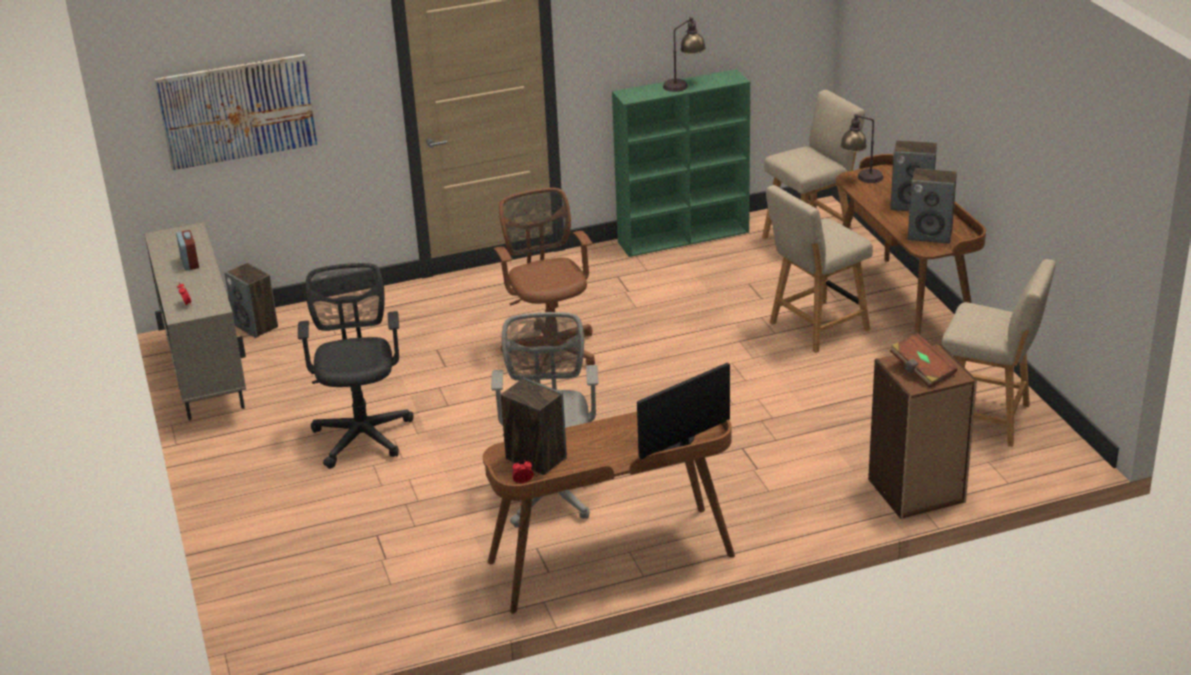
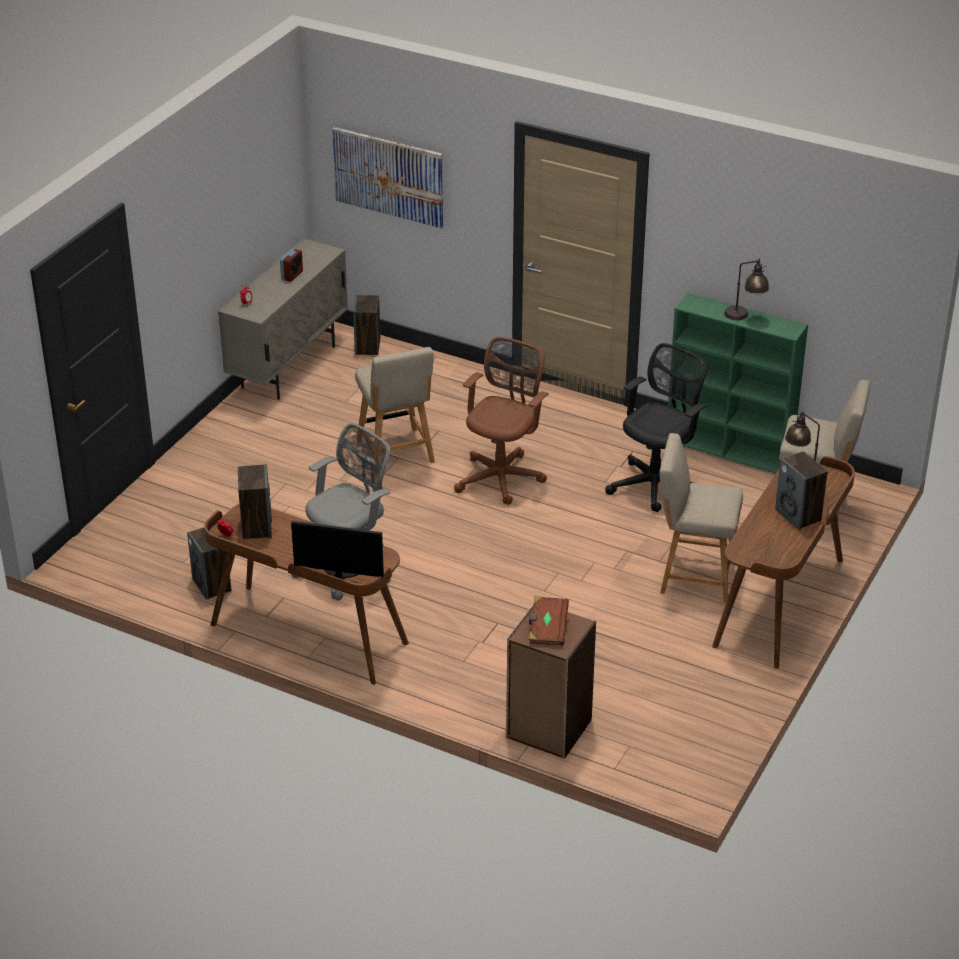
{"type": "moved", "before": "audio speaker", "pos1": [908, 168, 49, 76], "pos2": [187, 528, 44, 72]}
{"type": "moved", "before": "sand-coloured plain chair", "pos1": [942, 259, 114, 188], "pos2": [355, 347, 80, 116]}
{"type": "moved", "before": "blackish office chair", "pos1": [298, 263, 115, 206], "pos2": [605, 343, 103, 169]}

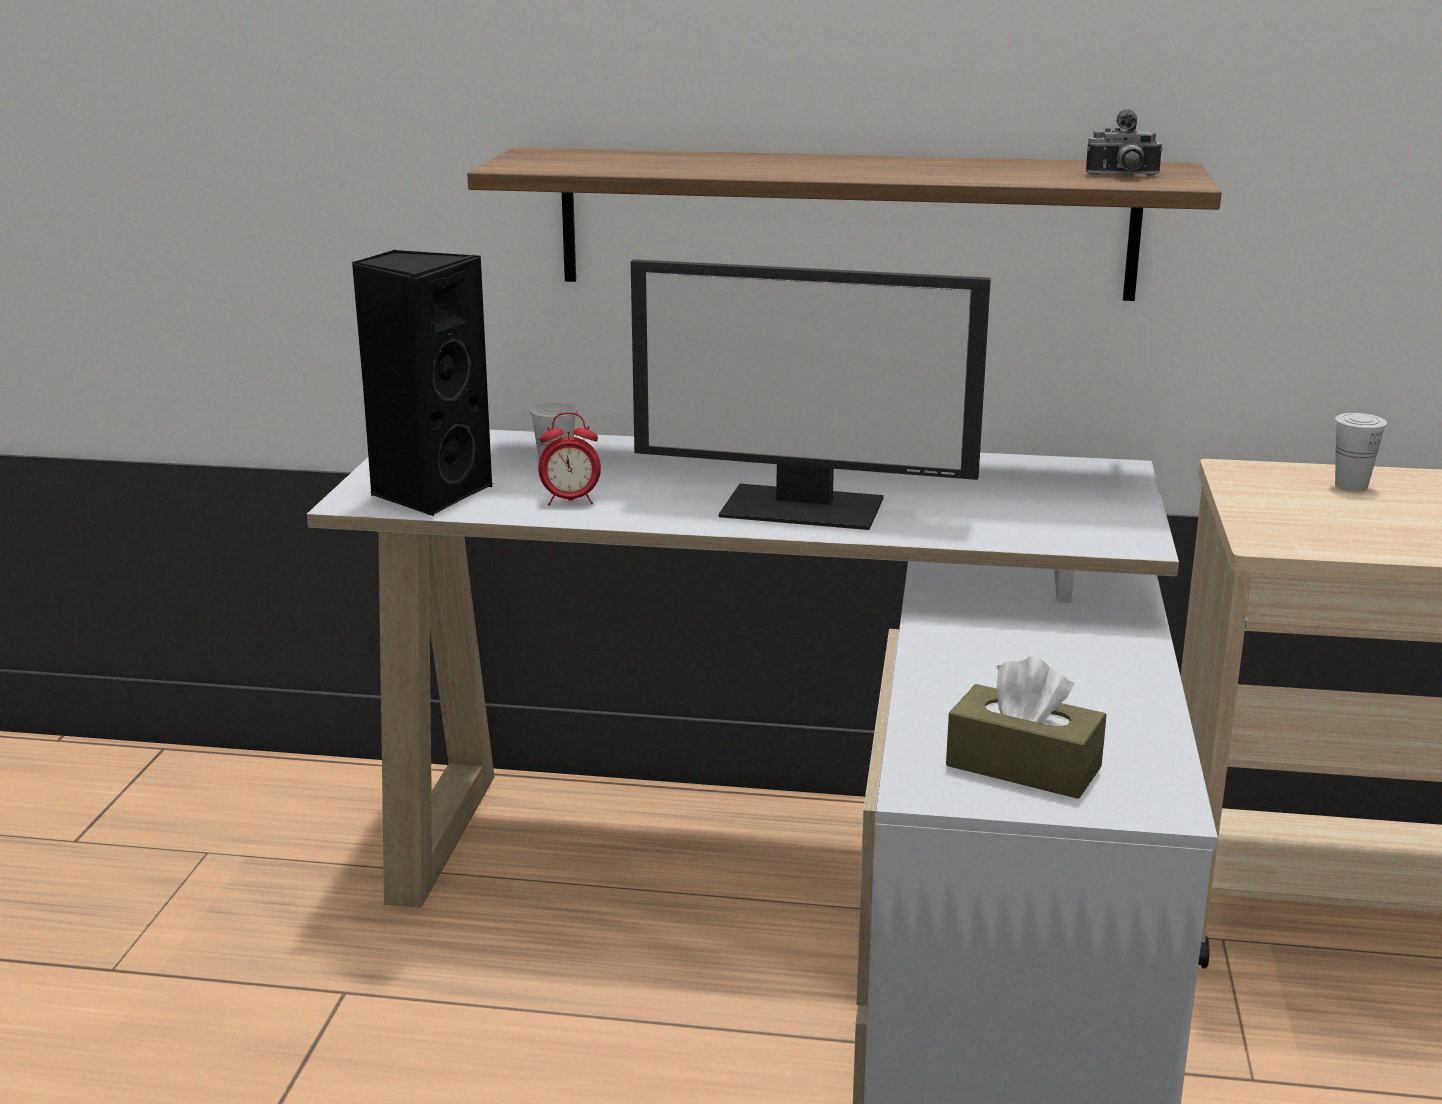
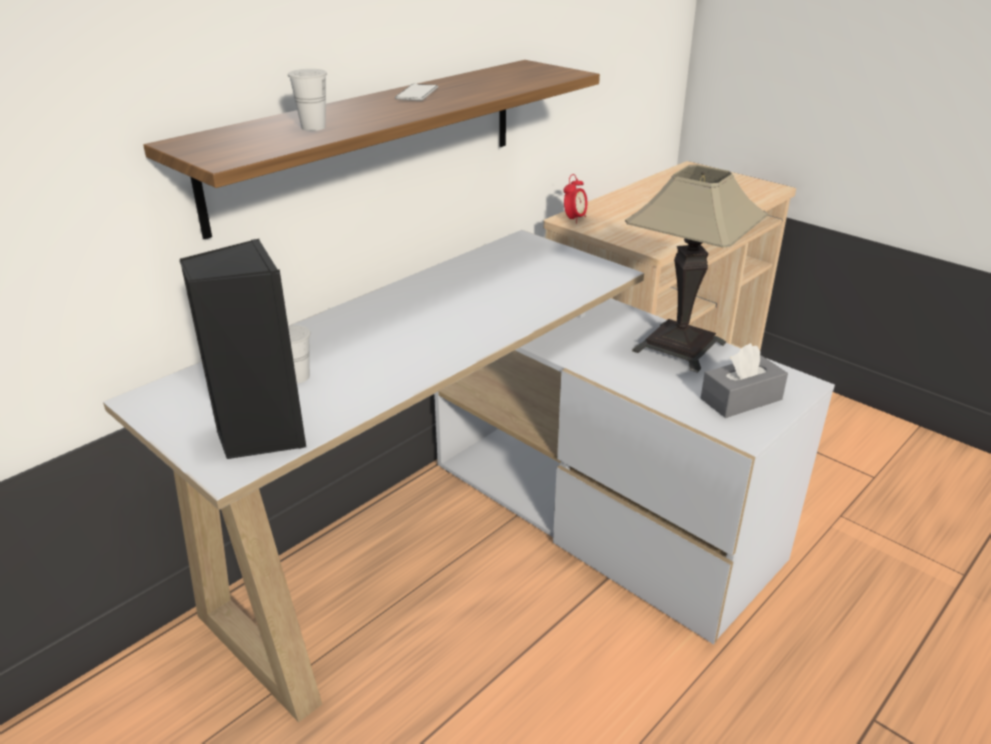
{"type": "removed", "before": "still camera", "pos1": [1086, 109, 77, 67]}
{"type": "removed", "before": "computer screen", "pos1": [631, 259, 360, 271]}
{"type": "moved", "before": "alarm clock", "pos1": [538, 413, 63, 93], "pos2": [563, 174, 24, 50]}
{"type": "moved", "before": "whitish cup", "pos1": [1334, 413, 53, 79], "pos2": [288, 69, 39, 62]}
{"type": "recoloured", "before": "brown box of tissues", "after": "gray box of tissues", "pos1": [946, 657, 160, 142], "pos2": [700, 343, 88, 75]}
{"type": "added", "after": "phone", "pos2": [395, 84, 43, 17]}
{"type": "added", "after": "table lamp", "pos2": [625, 164, 143, 209]}

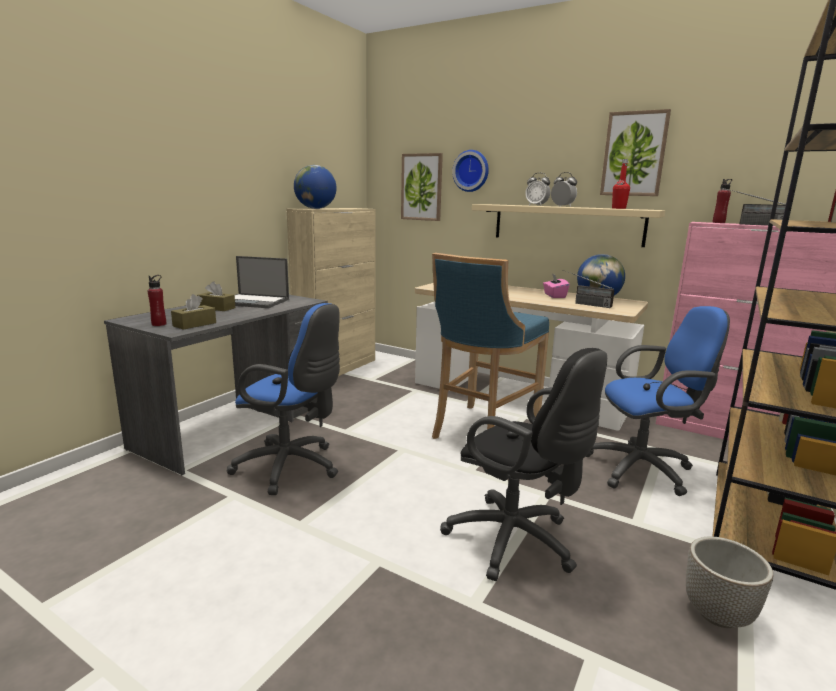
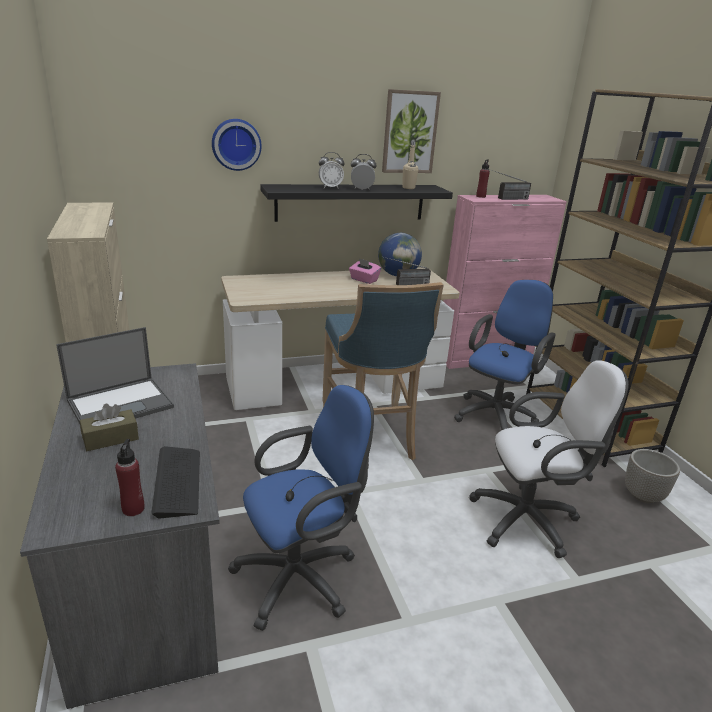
{"type": "removed", "before": "wall art", "pos1": [401, 153, 42, 68]}
{"type": "recoloured", "before": "red beverage bottle", "after": "sand-coloured beverage bottle", "pos1": [612, 159, 18, 50], "pos2": [403, 140, 15, 49]}
{"type": "removed", "before": "desk globe", "pos1": [294, 165, 43, 44]}
{"type": "recoloured", "before": "sand-coloured shelf", "after": "blackish shelf", "pos1": [472, 204, 193, 43], "pos2": [260, 184, 193, 38]}
{"type": "replaced", "before": "brown box of tissues", "after": "keyboard", "pos1": [171, 294, 45, 36], "pos2": [151, 446, 49, 73]}
{"type": "recoloured", "before": "blackish office chair", "after": "whitish office chair", "pos1": [440, 348, 167, 233], "pos2": [469, 360, 160, 198]}

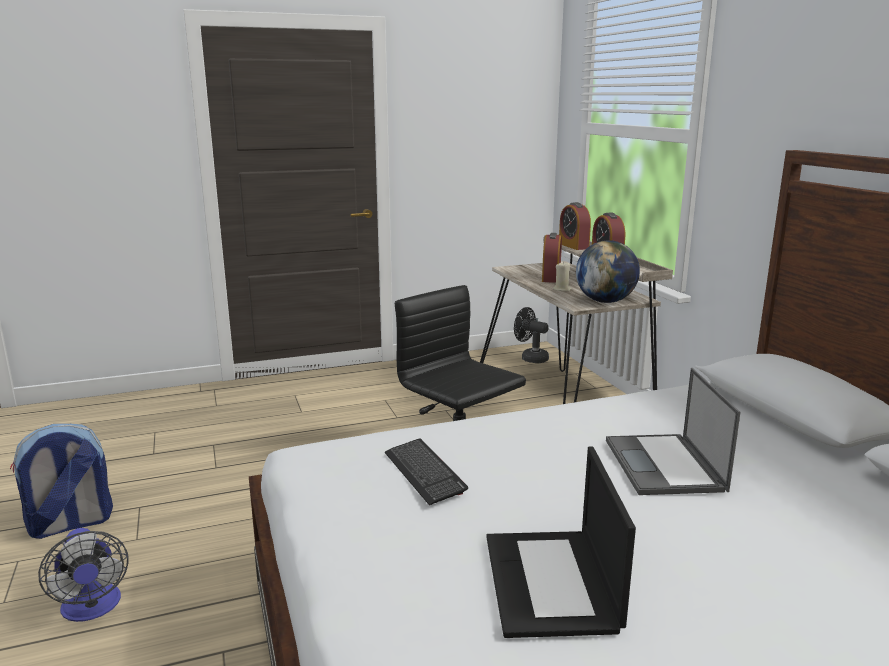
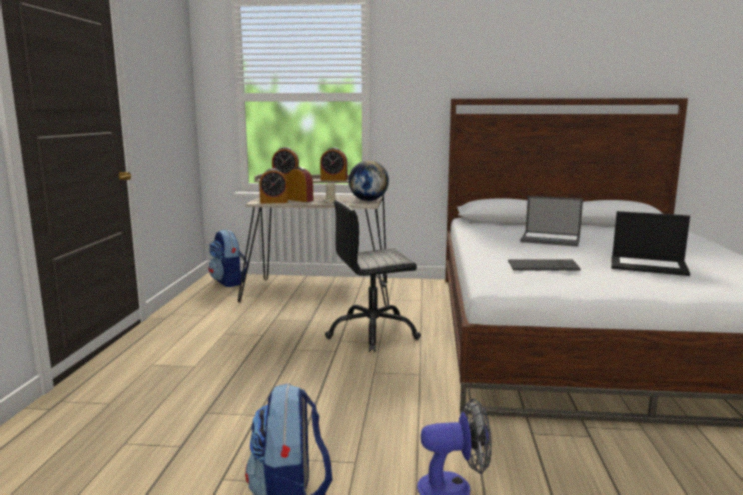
{"type": "replaced", "before": "blackish cooling fan", "after": "knapsack", "pos1": [514, 307, 35, 56], "pos2": [208, 230, 40, 57]}
{"type": "added", "after": "alarm clock", "pos2": [259, 168, 29, 36]}

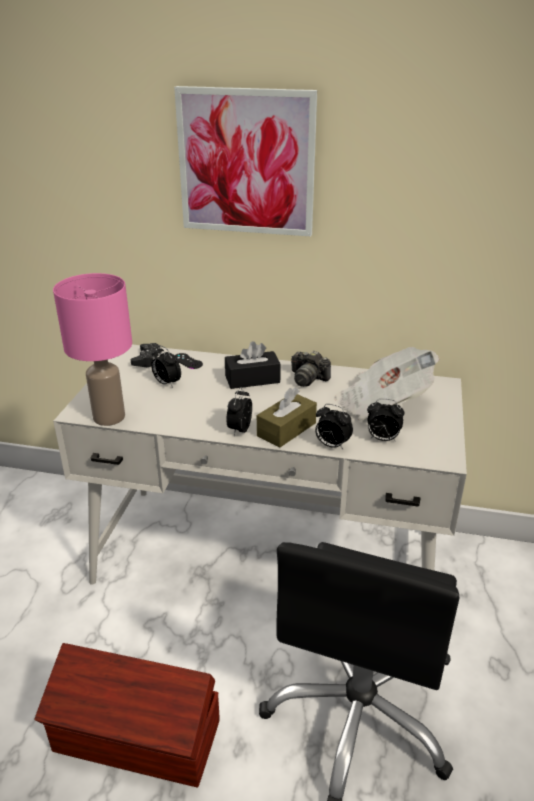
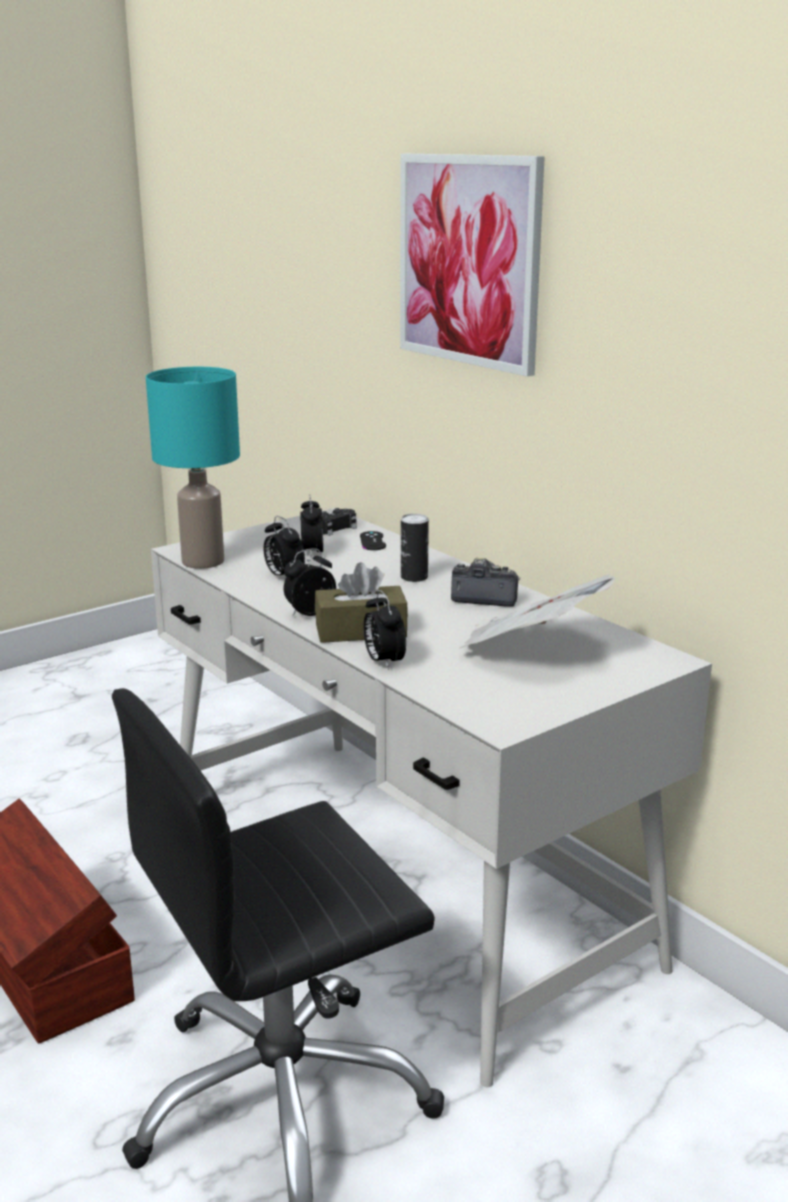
{"type": "recoloured", "before": "pink-coloured table lamp", "after": "turquoise-coloured table lamp", "pos1": [53, 273, 79, 153], "pos2": [146, 367, 94, 202]}
{"type": "replaced", "before": "blackish box of tissues", "after": "can", "pos1": [225, 341, 56, 48], "pos2": [401, 514, 28, 68]}
{"type": "turned", "before": "still camera", "pos1": [291, 351, 40, 36], "pos2": [451, 558, 69, 49], "turn": 120}
{"type": "moved", "before": "alarm clock", "pos1": [367, 399, 38, 43], "pos2": [264, 516, 41, 59]}

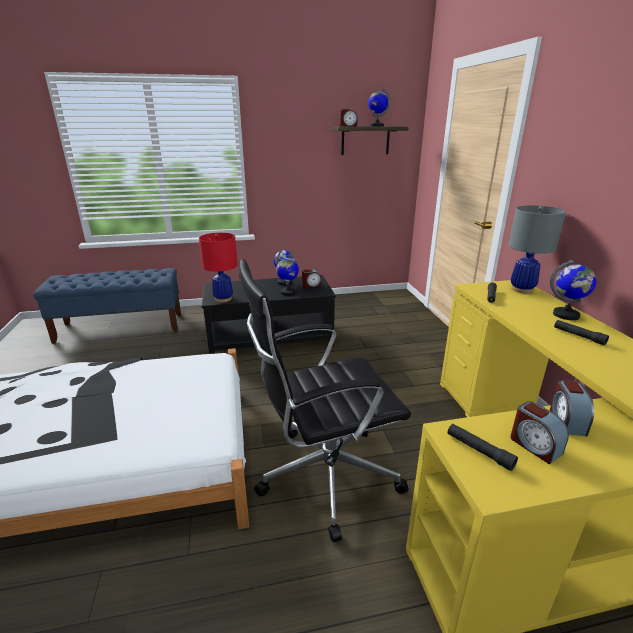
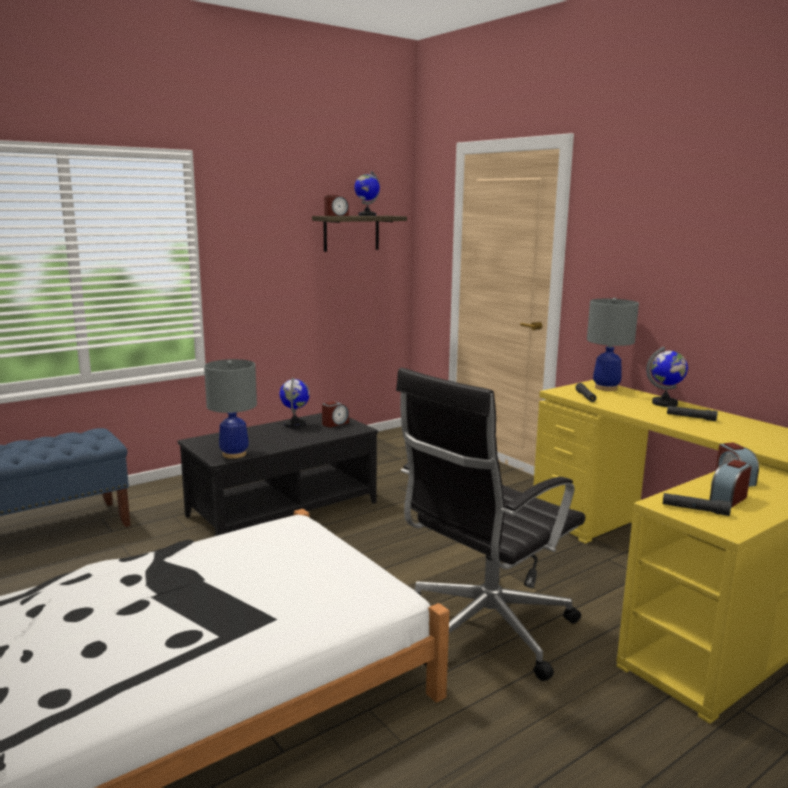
{"type": "recoloured", "before": "red table lamp", "after": "gray table lamp", "pos1": [199, 233, 39, 69], "pos2": [204, 359, 53, 100]}
{"type": "removed", "before": "desk globe", "pos1": [276, 255, 23, 41]}
{"type": "turned", "before": "alarm clock", "pos1": [510, 401, 59, 63], "pos2": [710, 460, 42, 48], "turn": 105}

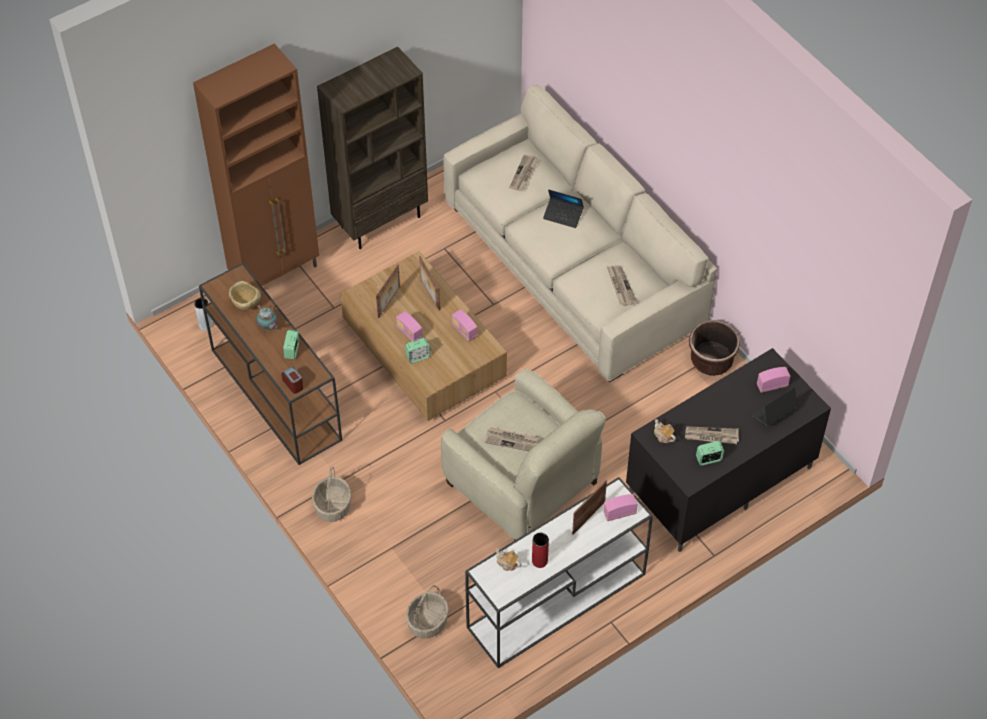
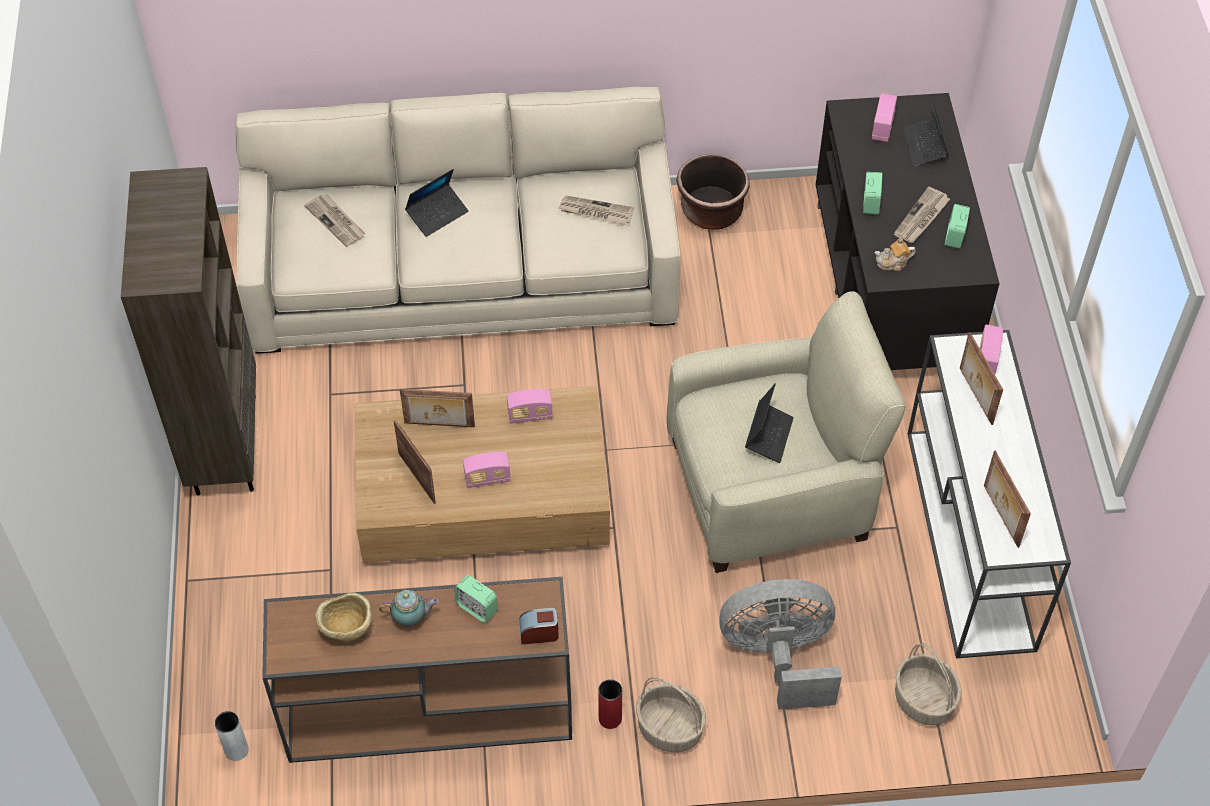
{"type": "removed", "before": "brown cabinet", "pos1": [193, 43, 126, 243]}
{"type": "moved", "before": "alarm clock", "pos1": [405, 338, 26, 25], "pos2": [863, 172, 19, 43]}
{"type": "replaced", "before": "printed paper", "after": "portable computer", "pos1": [484, 427, 55, 24], "pos2": [745, 383, 49, 80]}
{"type": "moved", "before": "red decorative vase", "pos1": [532, 532, 17, 36], "pos2": [598, 679, 24, 50]}
{"type": "replaced", "before": "pot for tea", "after": "picture frame", "pos1": [495, 548, 27, 23], "pos2": [984, 450, 47, 98]}
{"type": "added", "after": "gray cooling fan", "pos2": [719, 579, 123, 131]}

